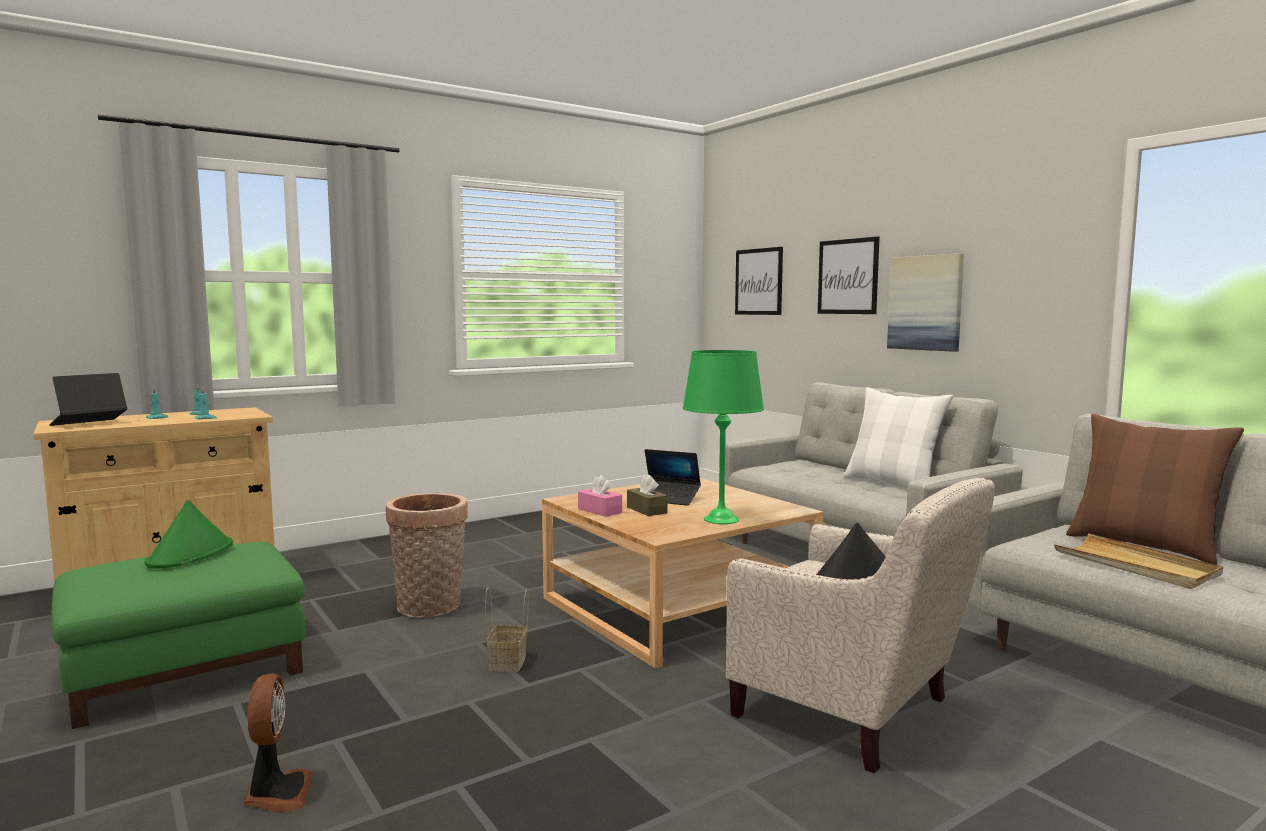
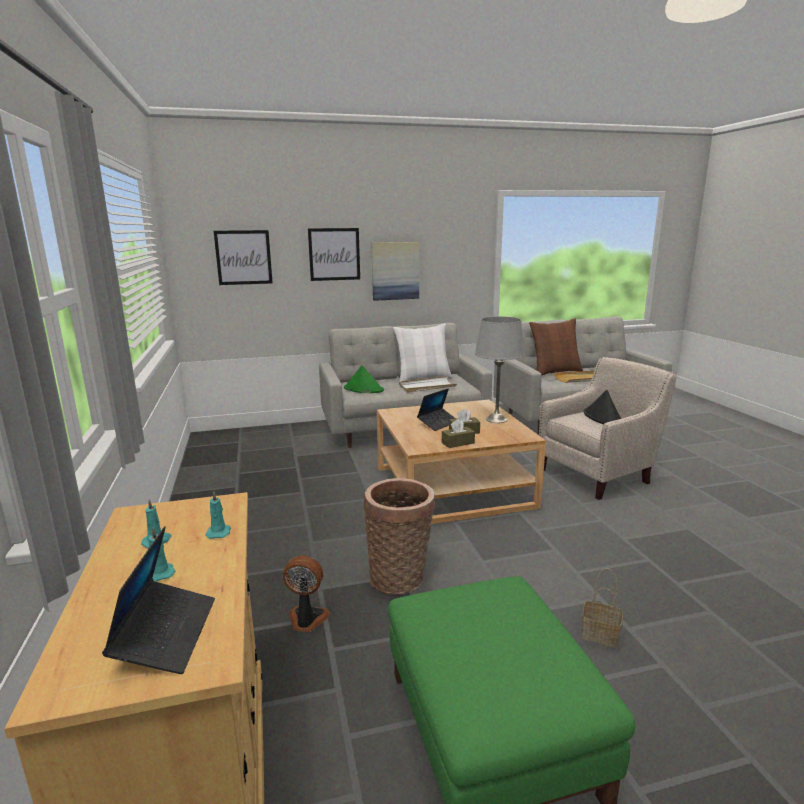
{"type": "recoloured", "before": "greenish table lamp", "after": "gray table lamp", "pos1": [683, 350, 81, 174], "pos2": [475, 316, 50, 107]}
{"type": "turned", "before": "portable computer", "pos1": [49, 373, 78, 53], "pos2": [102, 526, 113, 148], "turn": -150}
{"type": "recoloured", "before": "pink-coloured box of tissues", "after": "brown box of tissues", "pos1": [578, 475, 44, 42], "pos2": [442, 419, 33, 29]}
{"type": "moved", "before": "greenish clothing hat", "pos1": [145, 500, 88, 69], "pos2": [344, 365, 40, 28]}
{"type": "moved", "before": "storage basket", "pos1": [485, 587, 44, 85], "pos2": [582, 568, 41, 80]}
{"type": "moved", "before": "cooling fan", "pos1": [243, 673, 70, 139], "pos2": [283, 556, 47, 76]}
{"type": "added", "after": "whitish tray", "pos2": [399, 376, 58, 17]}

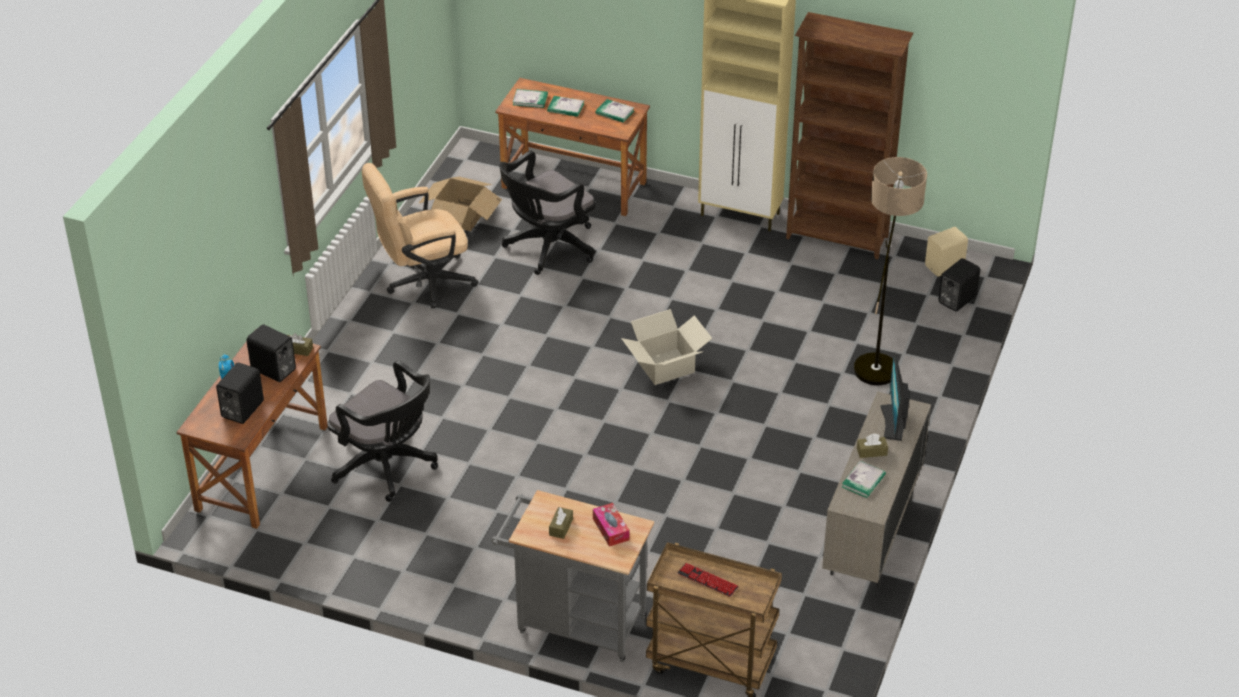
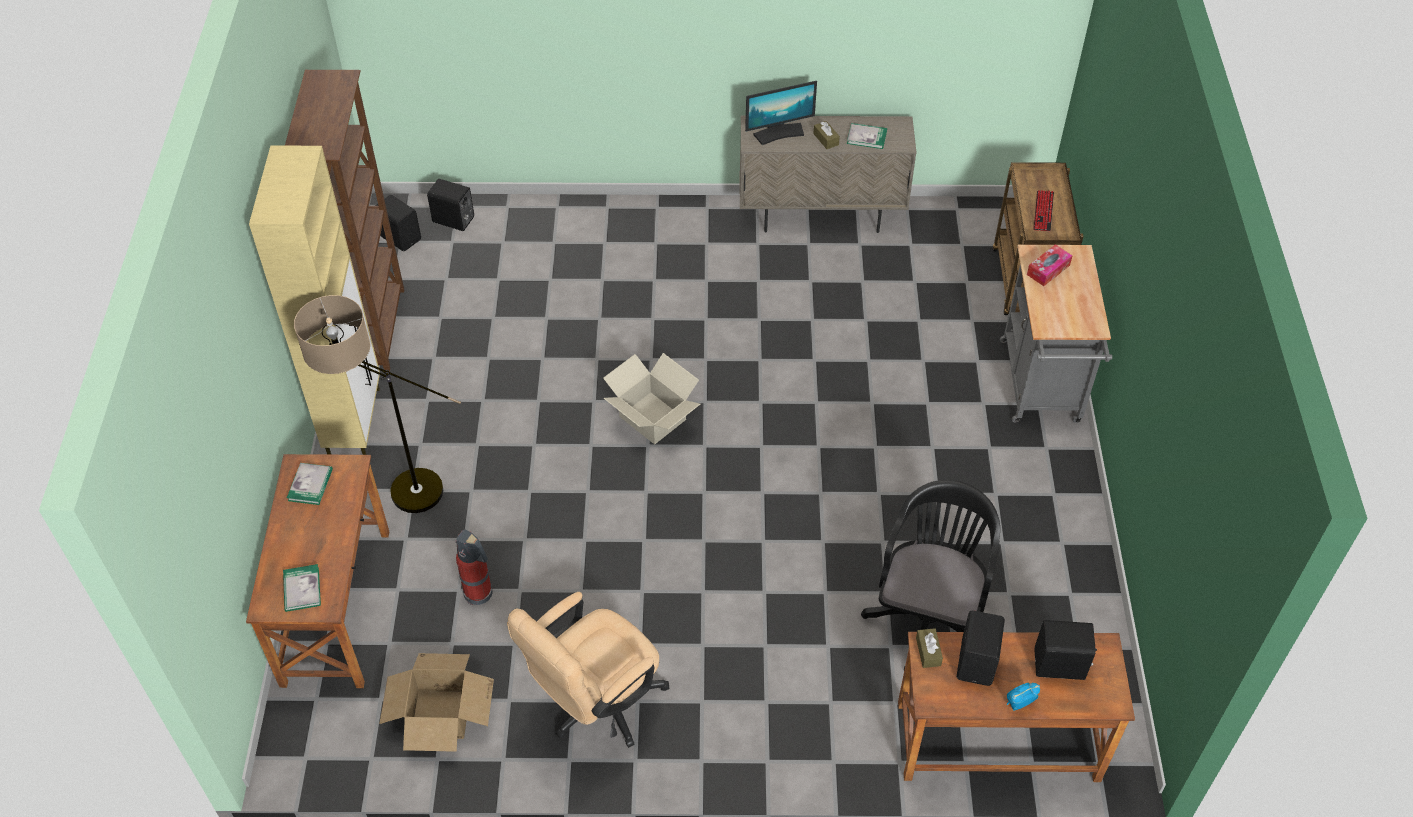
{"type": "removed", "before": "volume", "pos1": [547, 96, 37, 21]}
{"type": "replaced", "before": "blackish office chair", "after": "fire extinguisher", "pos1": [499, 150, 96, 125], "pos2": [455, 529, 38, 76]}
{"type": "moved", "before": "standing lamp", "pos1": [854, 157, 73, 228], "pos2": [294, 295, 167, 218]}
{"type": "turned", "before": "sand-coloured office chair", "pos1": [362, 163, 116, 145], "pos2": [507, 592, 162, 156], "turn": 90}
{"type": "recoloured", "before": "sand-coloured audio speaker", "after": "blackish audio speaker", "pos1": [925, 227, 43, 50], "pos2": [375, 195, 46, 56]}
{"type": "removed", "before": "brown box of tissues", "pos1": [549, 507, 24, 32]}

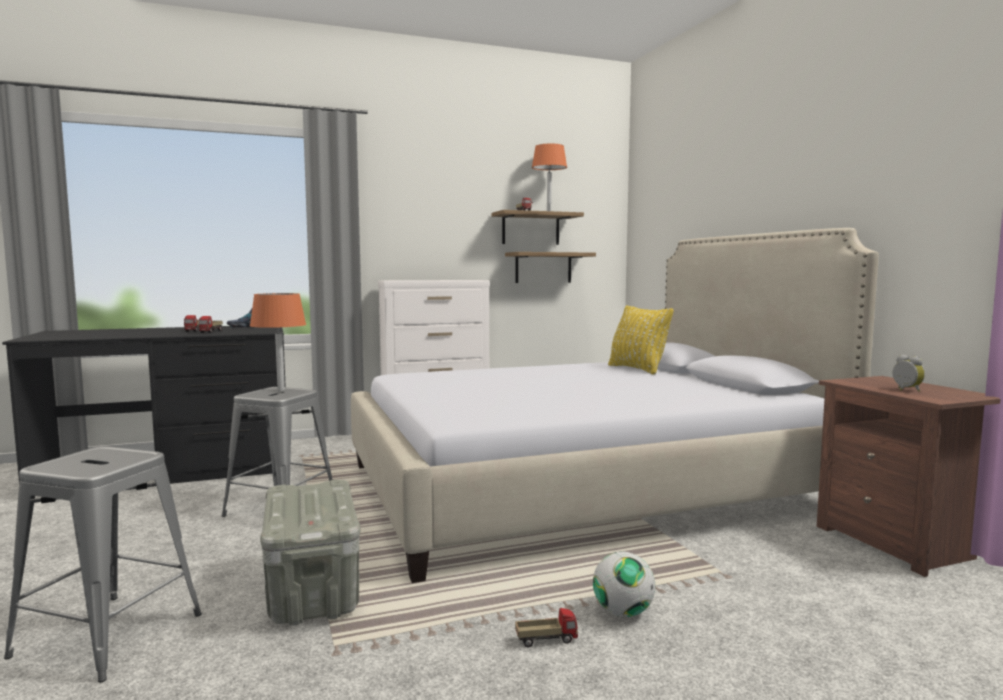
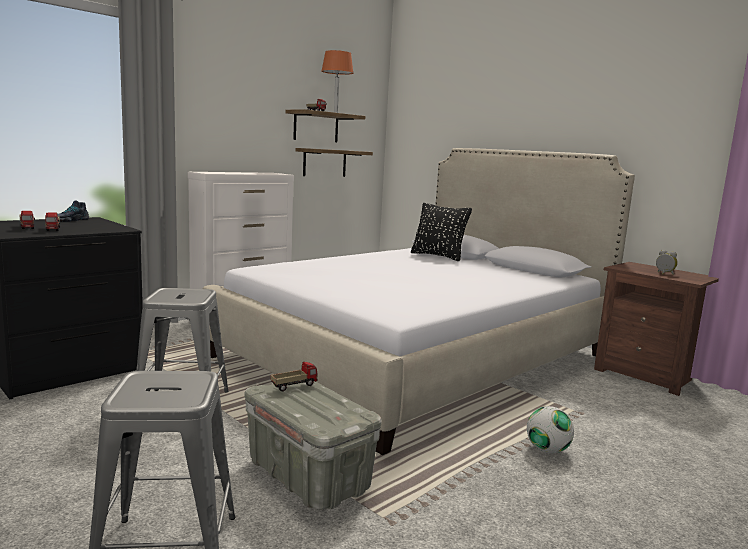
{"type": "removed", "before": "orangey table lamp", "pos1": [250, 293, 56, 98]}
{"type": "recoloured", "before": "yellowish pillow", "after": "blackish pillow", "pos1": [608, 305, 66, 70], "pos2": [411, 203, 61, 58]}
{"type": "moved", "before": "model truck", "pos1": [515, 608, 63, 40], "pos2": [271, 362, 46, 29]}

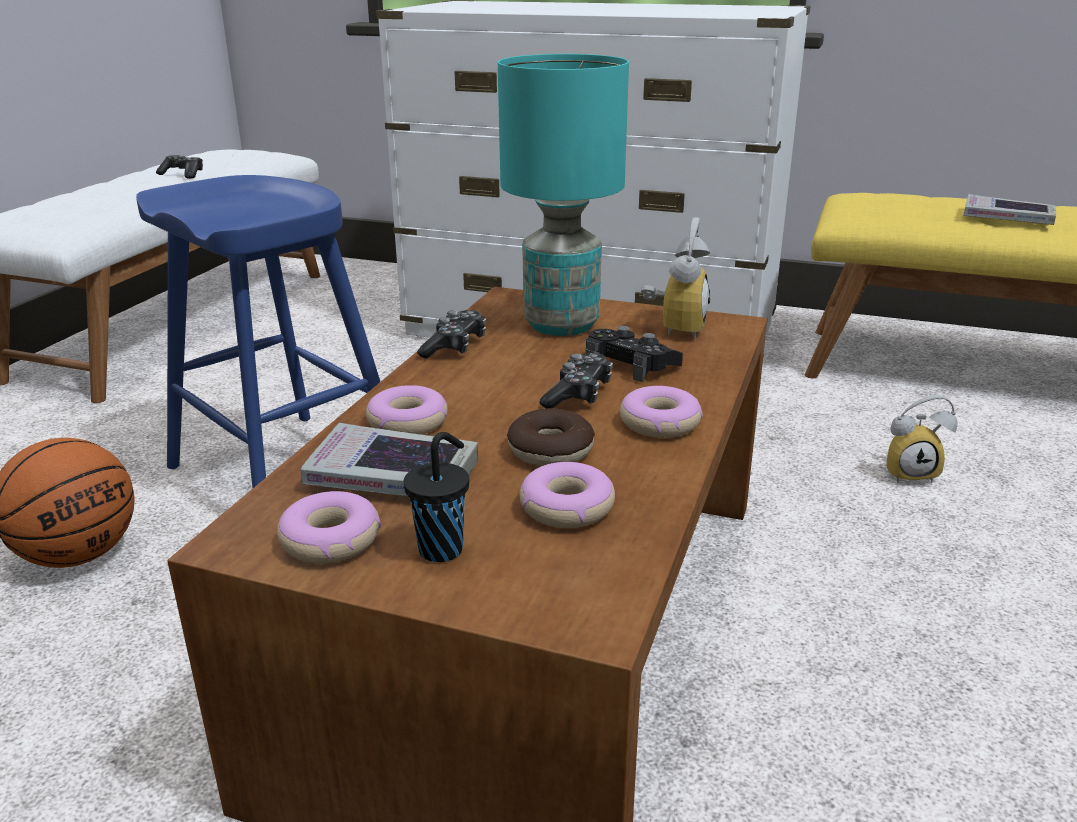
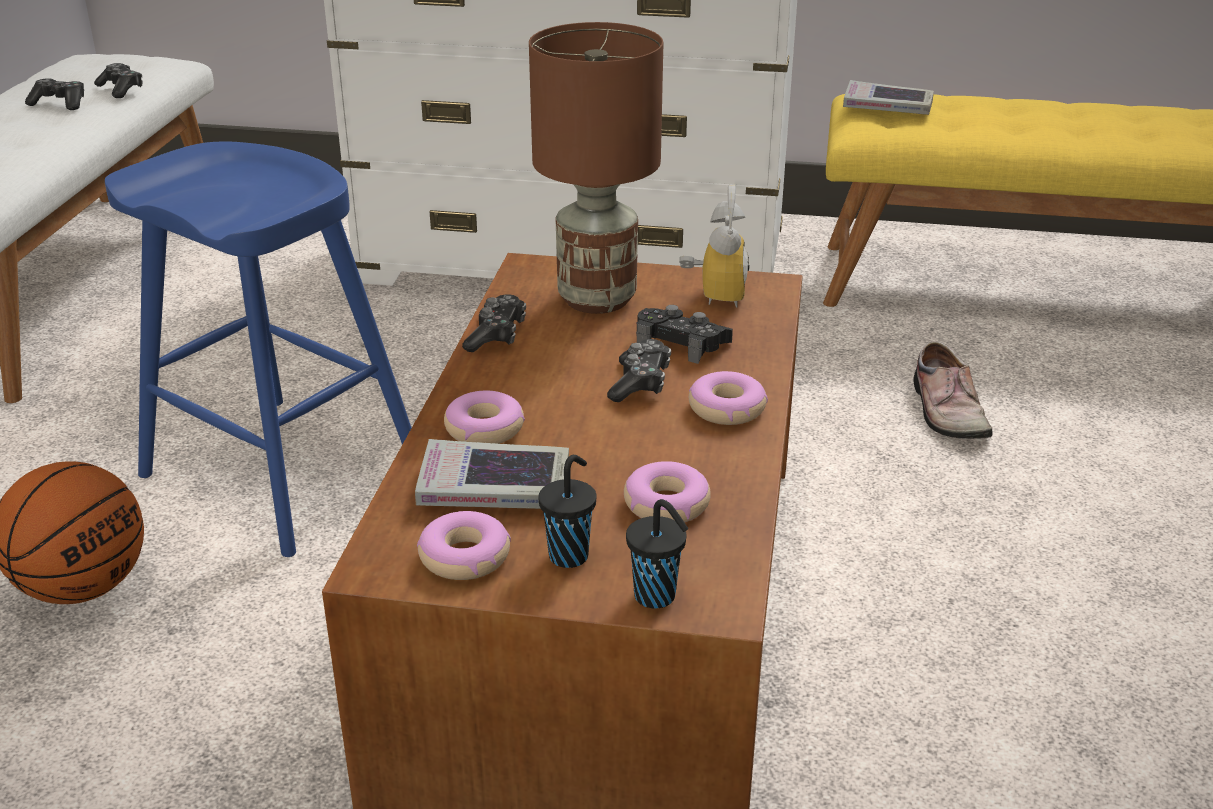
{"type": "recoloured", "before": "turquoise-coloured table lamp", "after": "brown table lamp", "pos1": [498, 54, 131, 282], "pos2": [529, 22, 134, 292]}
{"type": "moved", "before": "volume", "pos1": [963, 194, 93, 31], "pos2": [843, 80, 91, 35]}
{"type": "replaced", "before": "alarm clock", "after": "item of footwear", "pos1": [886, 395, 72, 88], "pos2": [913, 342, 80, 97]}
{"type": "removed", "before": "ring doughnut", "pos1": [507, 408, 88, 58]}
{"type": "added", "after": "gamepad", "pos2": [94, 63, 49, 35]}
{"type": "added", "after": "blackish cup", "pos2": [626, 499, 62, 110]}

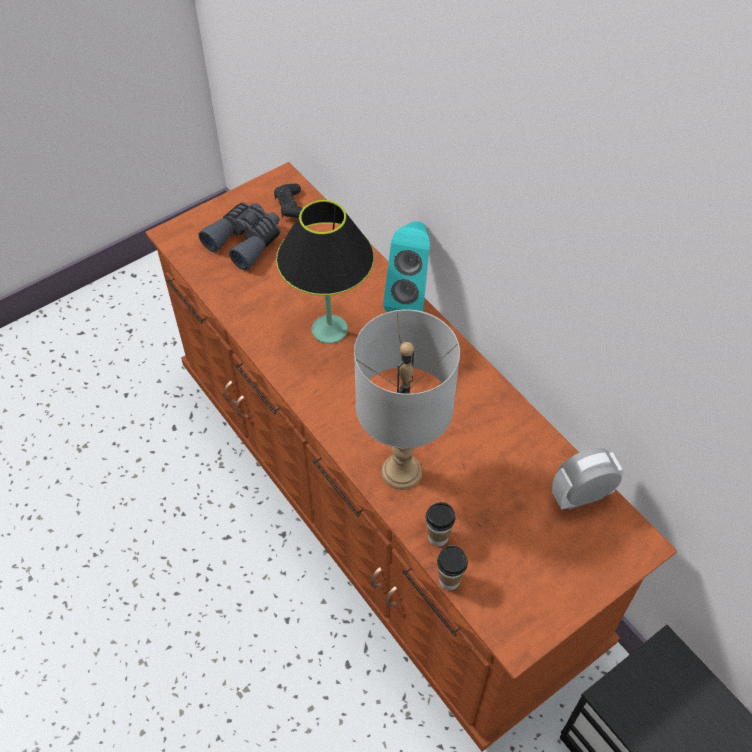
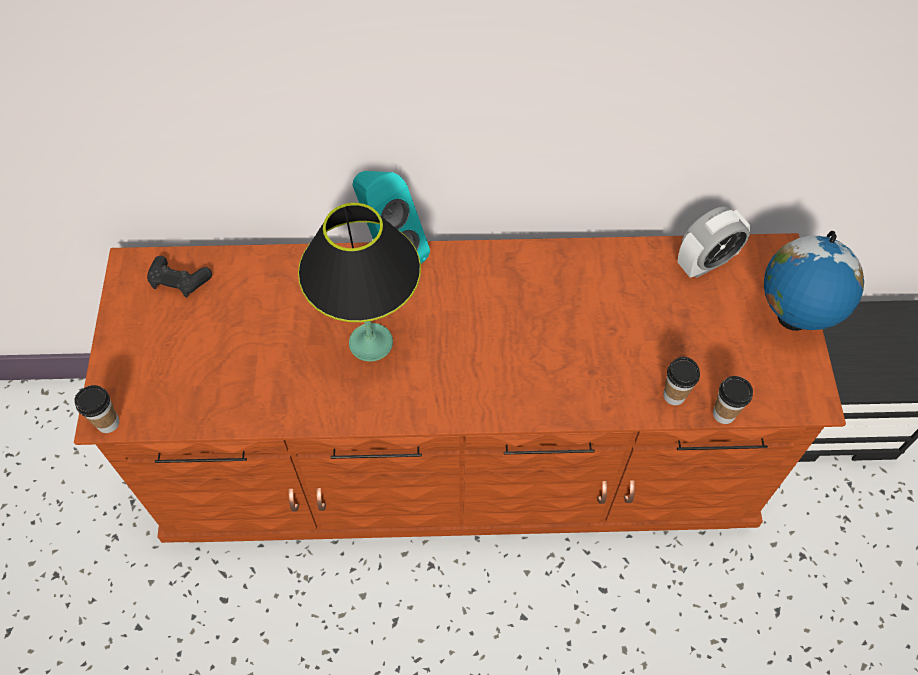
{"type": "removed", "before": "gray pair of binoculars", "pos1": [199, 202, 82, 69]}
{"type": "removed", "before": "gray table lamp", "pos1": [354, 309, 106, 181]}
{"type": "turned", "before": "alarm clock", "pos1": [552, 448, 72, 62], "pos2": [678, 206, 73, 72], "turn": -135}
{"type": "added", "after": "desk globe", "pos2": [764, 231, 100, 100]}
{"type": "added", "after": "cup", "pos2": [74, 385, 45, 48]}

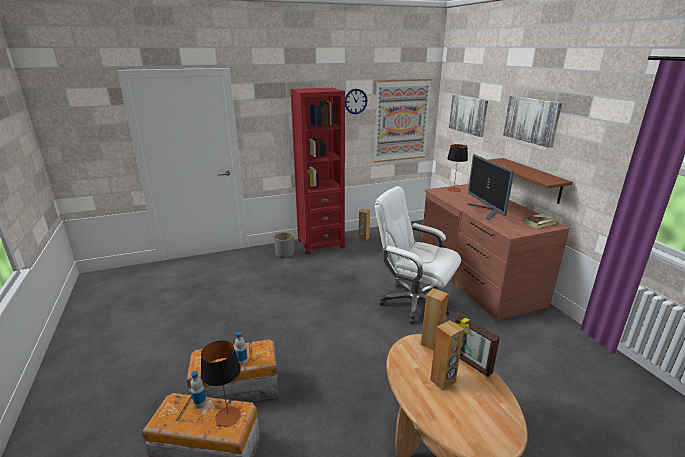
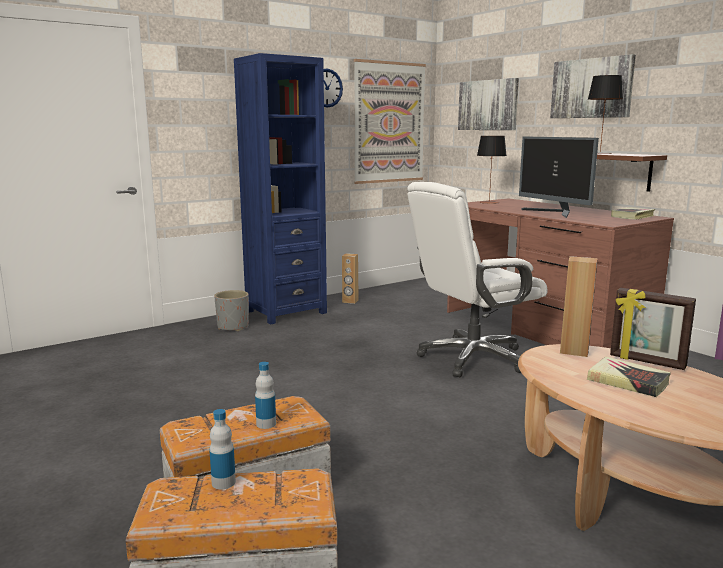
{"type": "recoloured", "before": "red shelving unit", "after": "blue-coloured shelving unit", "pos1": [291, 88, 54, 166], "pos2": [234, 53, 93, 272]}
{"type": "turned", "before": "whitish office chair", "pos1": [375, 186, 86, 138], "pos2": [407, 182, 141, 195], "turn": -45}
{"type": "replaced", "before": "brown audio speaker", "after": "volume", "pos1": [430, 320, 34, 70], "pos2": [587, 357, 84, 40]}
{"type": "moved", "before": "table lamp", "pos1": [201, 341, 40, 86], "pos2": [588, 75, 35, 79]}

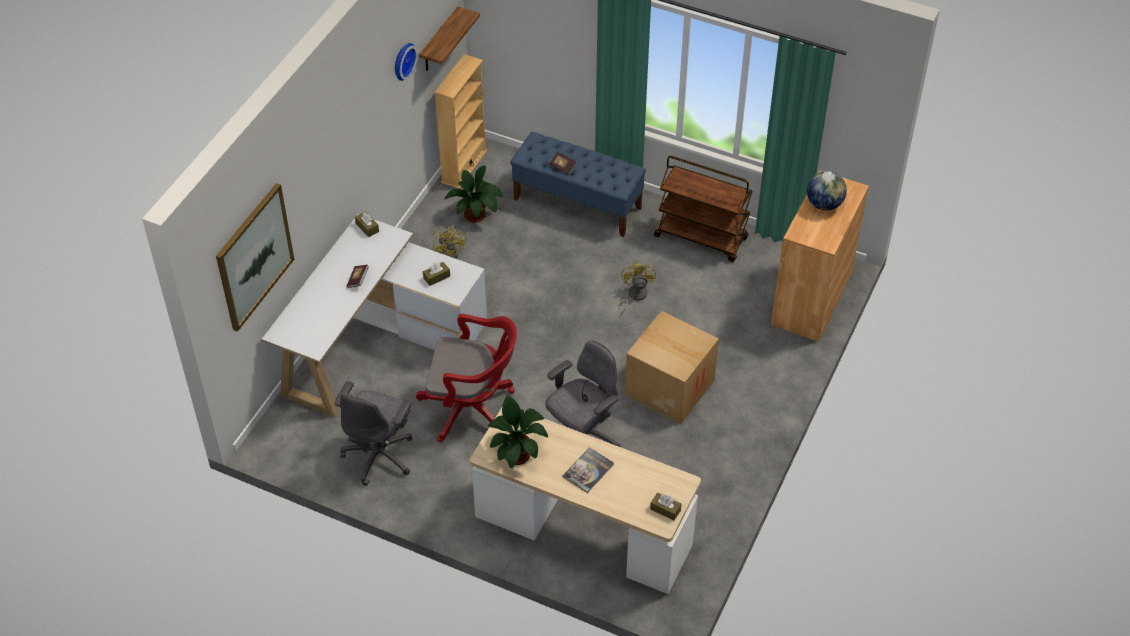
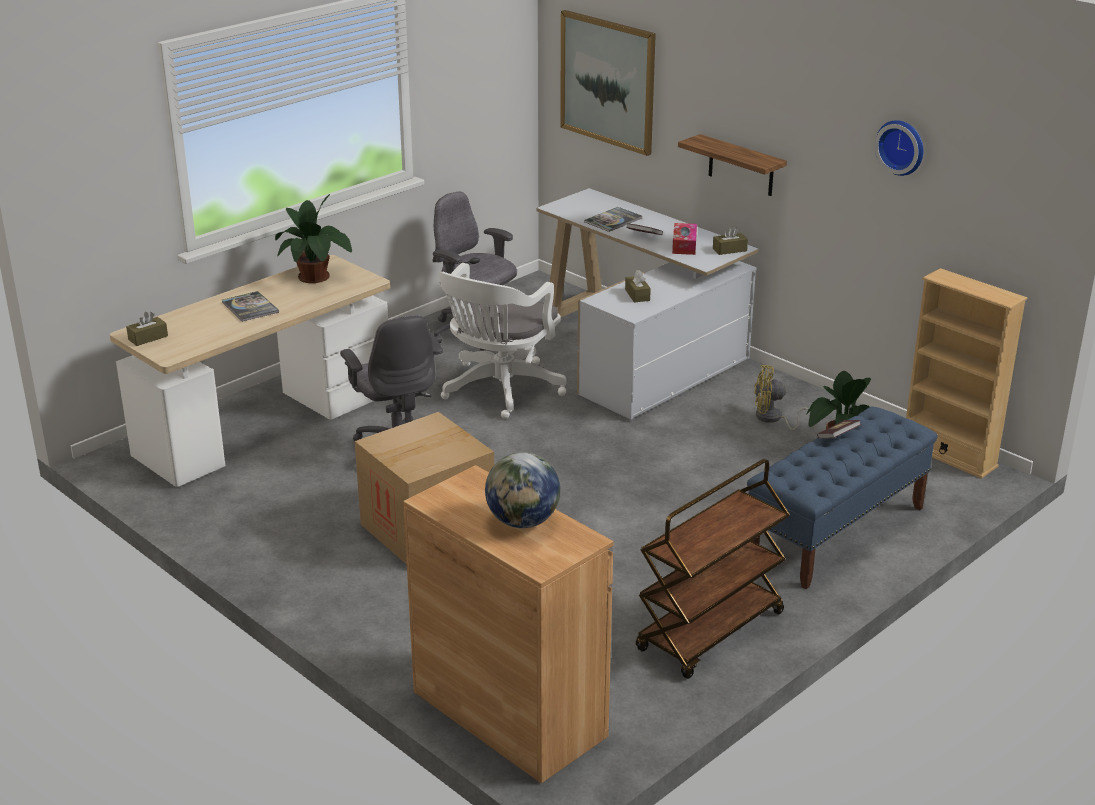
{"type": "moved", "before": "shelf", "pos1": [419, 7, 61, 64], "pos2": [678, 134, 109, 62]}
{"type": "removed", "before": "yellowish cooling fan", "pos1": [618, 261, 38, 55]}
{"type": "recoloured", "before": "red office chair", "after": "whitish office chair", "pos1": [416, 314, 101, 128], "pos2": [439, 263, 128, 156]}
{"type": "added", "after": "volume", "pos2": [584, 207, 58, 25]}
{"type": "added", "after": "box of tissues", "pos2": [672, 223, 25, 32]}

